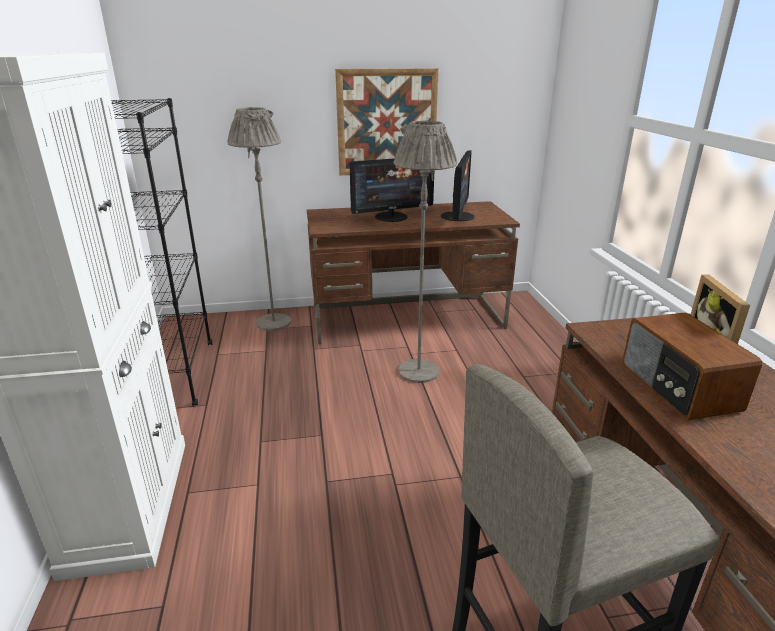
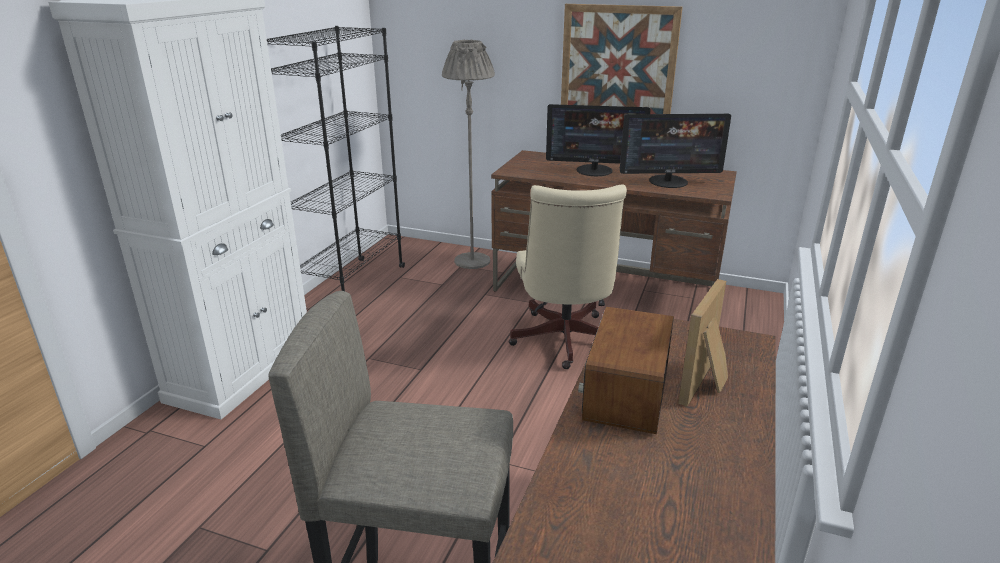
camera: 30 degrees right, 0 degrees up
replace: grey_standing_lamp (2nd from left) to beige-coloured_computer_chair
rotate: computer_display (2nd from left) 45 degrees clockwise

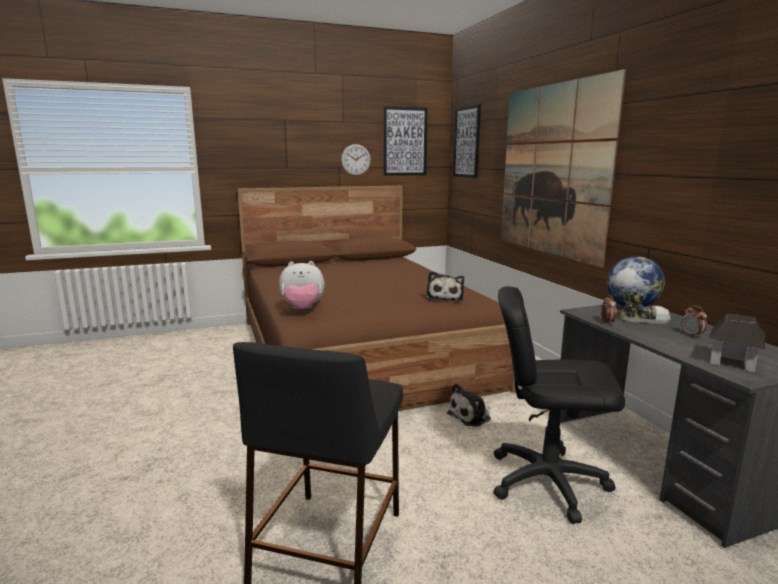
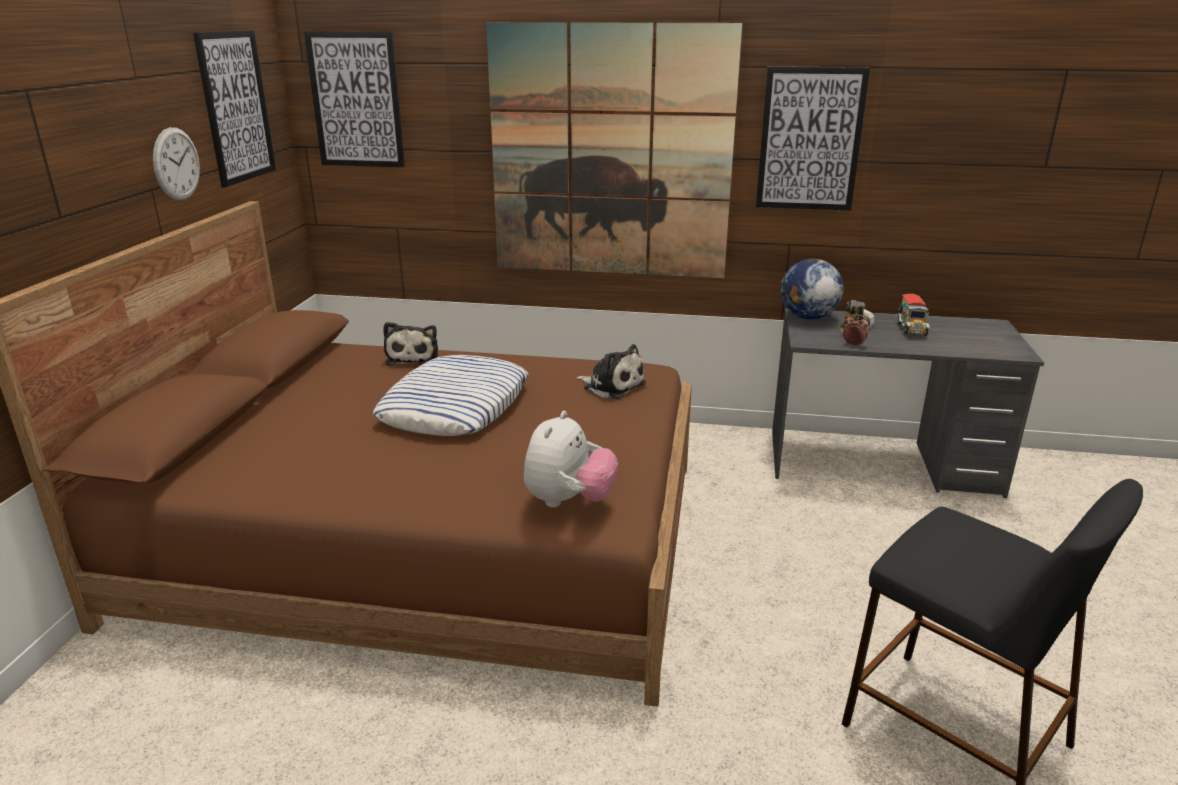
camera: 60 degrees left, 10 degrees up
delete: black-coloured_computer_chair; miniature_house
insert: cushion; wall_art (4th from left)
move: cuddly_toy (3rd from left in the first image) to cuddly_toy (1st from left)
replace: bedside_clock (2nd from left) to toy_truck

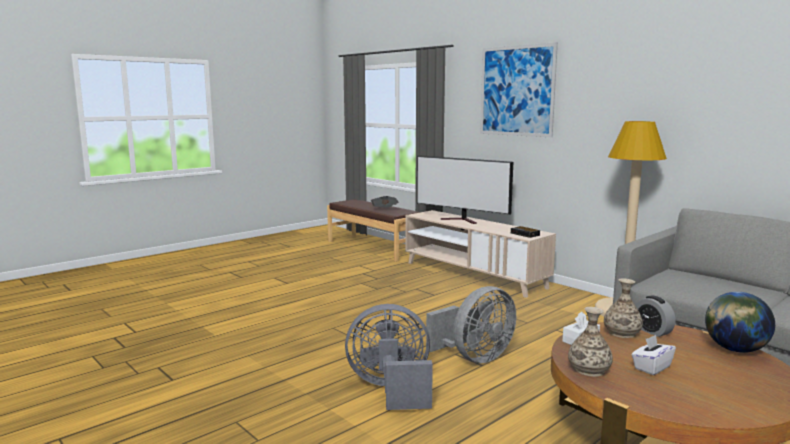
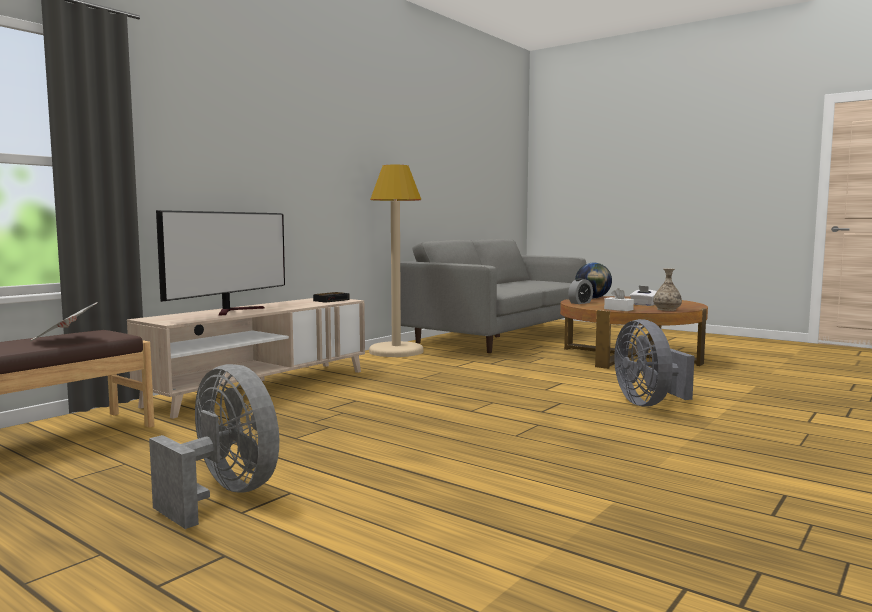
camera: 100 degrees left, 5 degrees down
delete: wall_art; vase (2nd from left)
move: grey_fan (2nd from left in the first image) to grey_fan (1st from left)

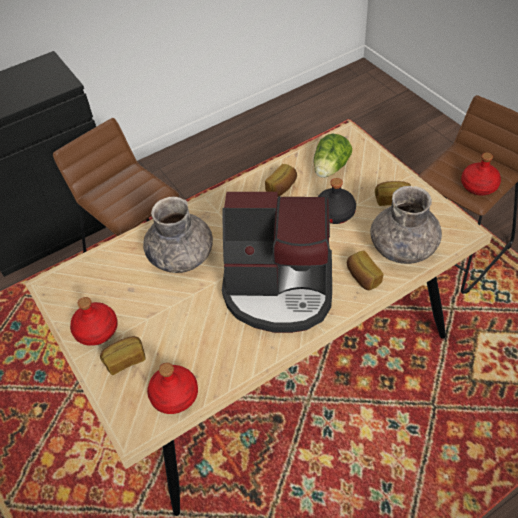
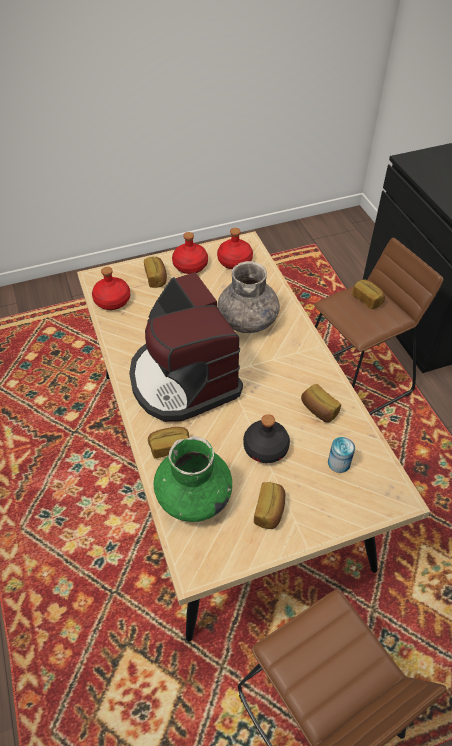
camera: 100 degrees right, 0 degrees up
insert: bread (5th from left)
move: red-coloured_drink_bottle (3rd from left)
replace: lettuce to sealed_can
recolor: grey_vase (2nd from left) to green_vase
rotate: coffee_machine 45 degrees counterclockwise

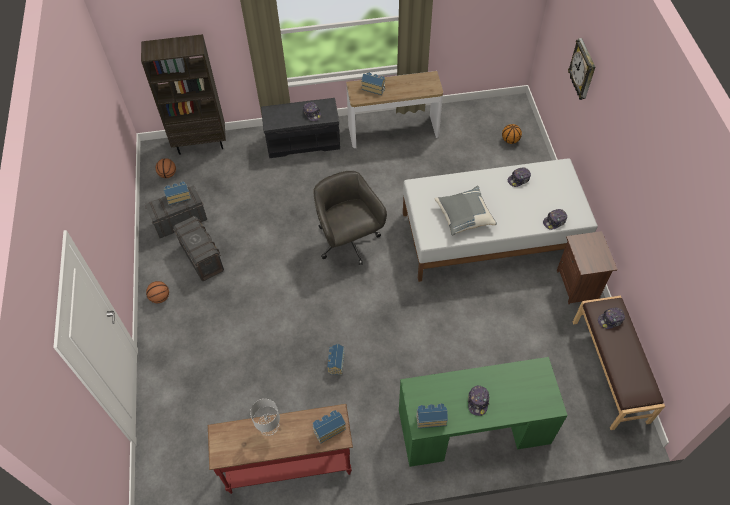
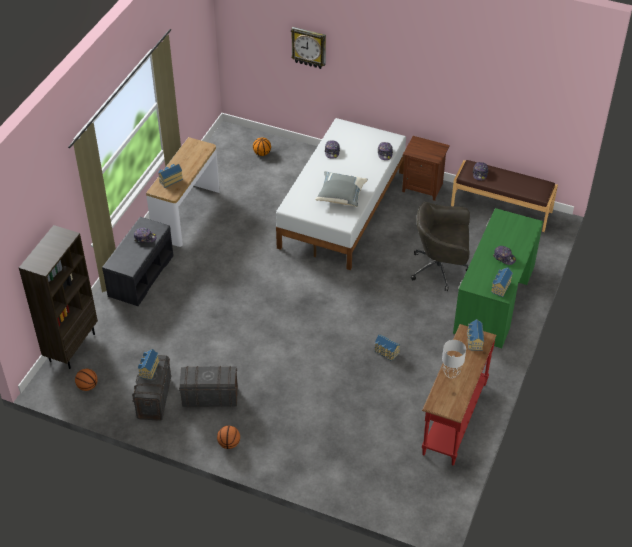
camera: 60 degrees left, 10 degrees down
move: grey_computer_chair

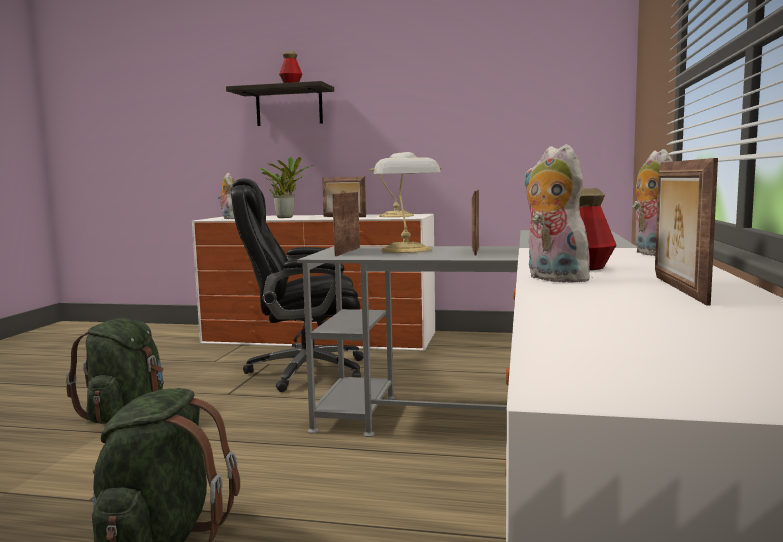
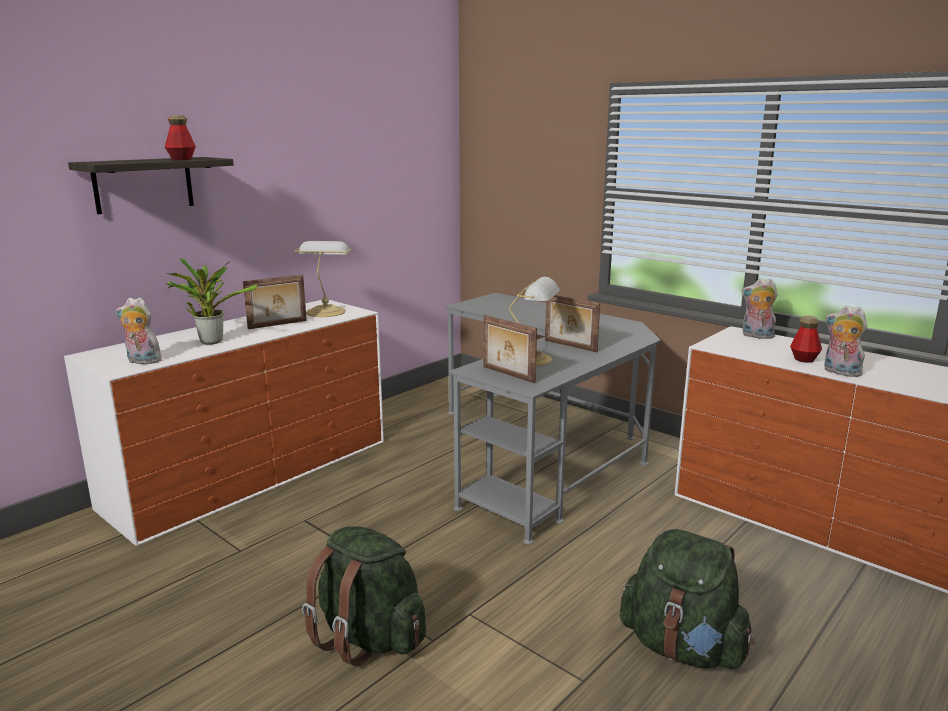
camera: 60 degrees left, 10 degrees up
delete: black-coloured_computer_chair; picture_frame (4th from left)
rotate: cuddly_toy (2nd from left in the first image) 45 degrees clockwise

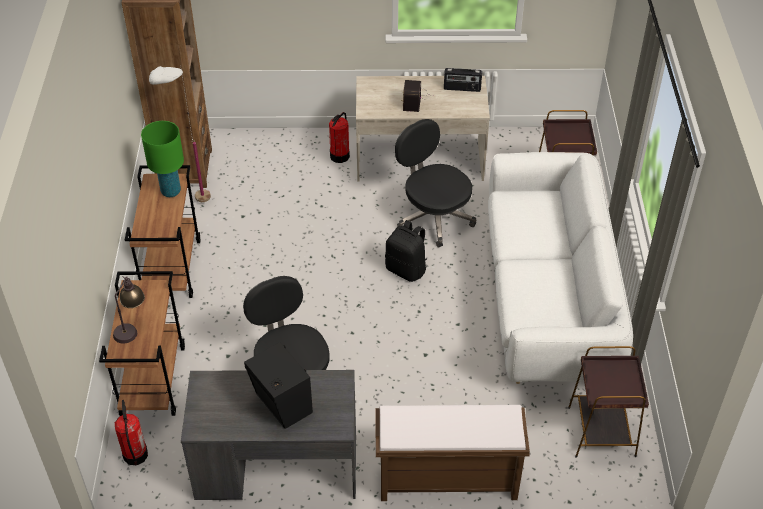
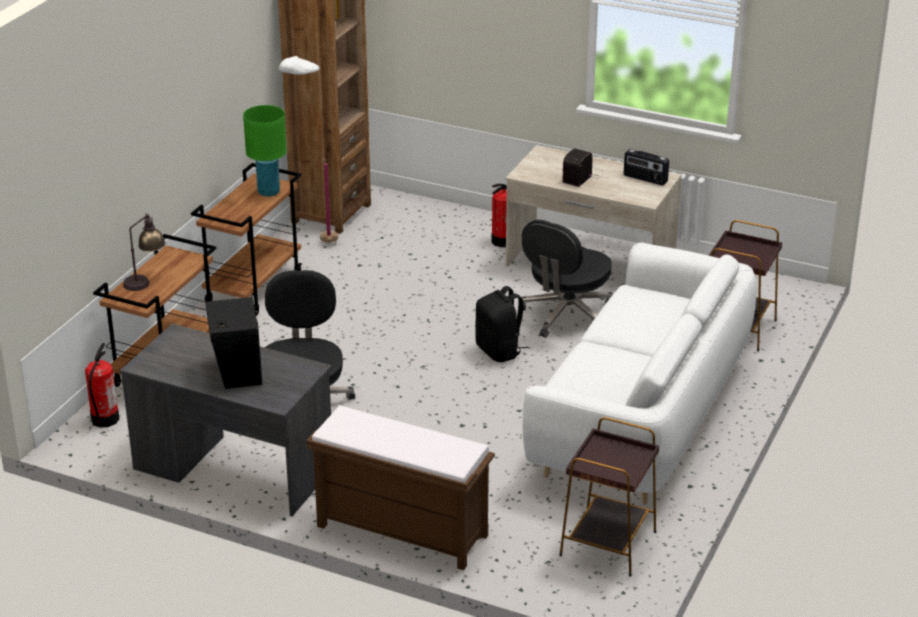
camera: 25 degrees right, 15 degrees down
rotate: black-coloured_computer_chair (2nd from left) 135 degrees counterclockwise

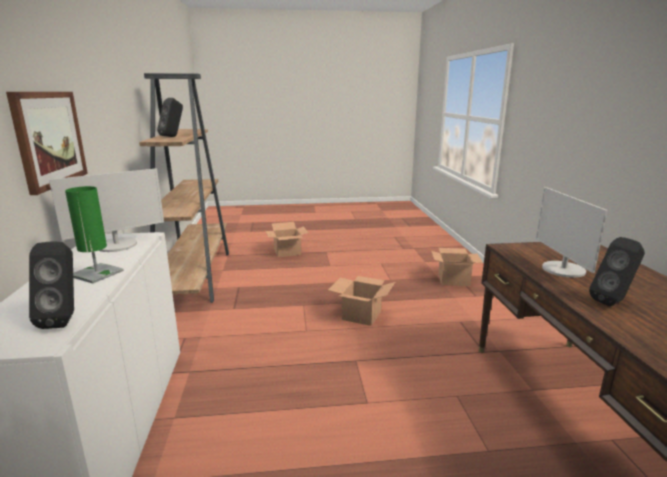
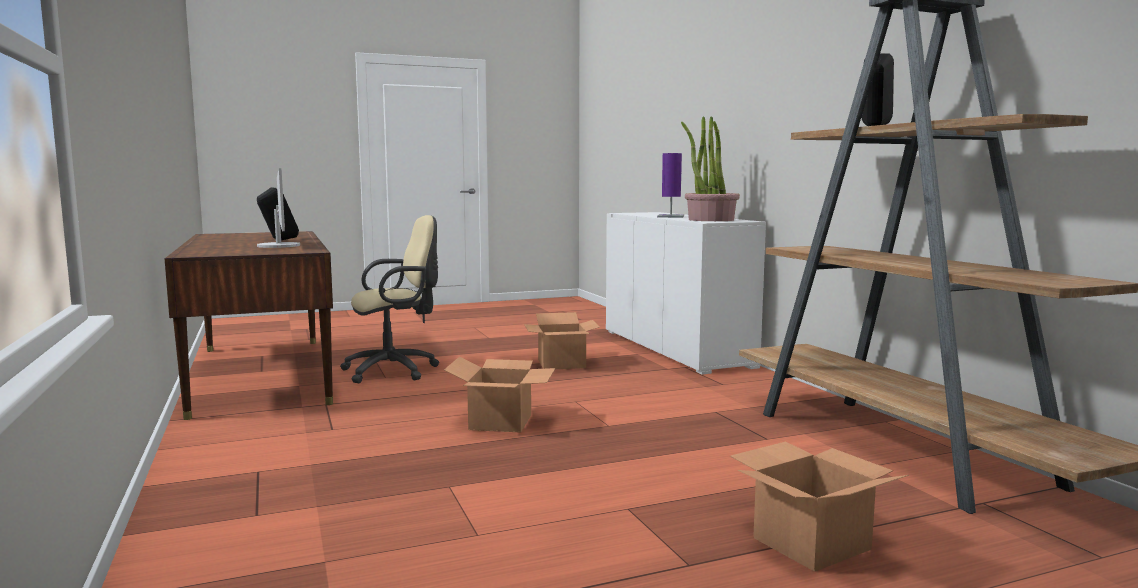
camera: 165 degrees right, 10 degrees down
delete: wall_art; black-coloured_audio_speaker (1st from left)
insert: beige-coloured_computer_chair
move: cardboard_box (3rd from left in the first image) to cardboard_box (2nd from left)
replace: computer_display (1st from left) to potted_plant
recolor: green_table_lamp to purple-coloured_table_lamp

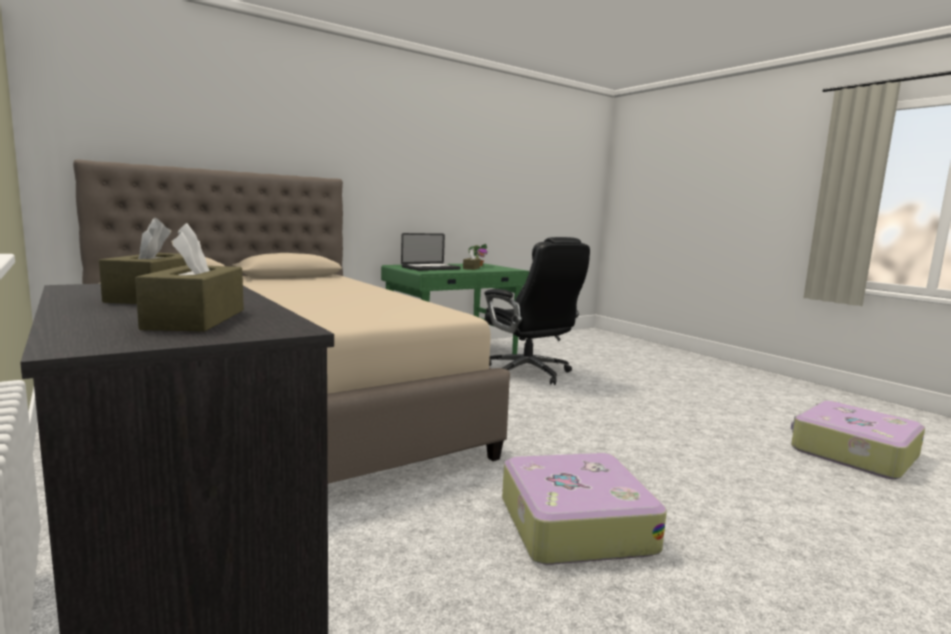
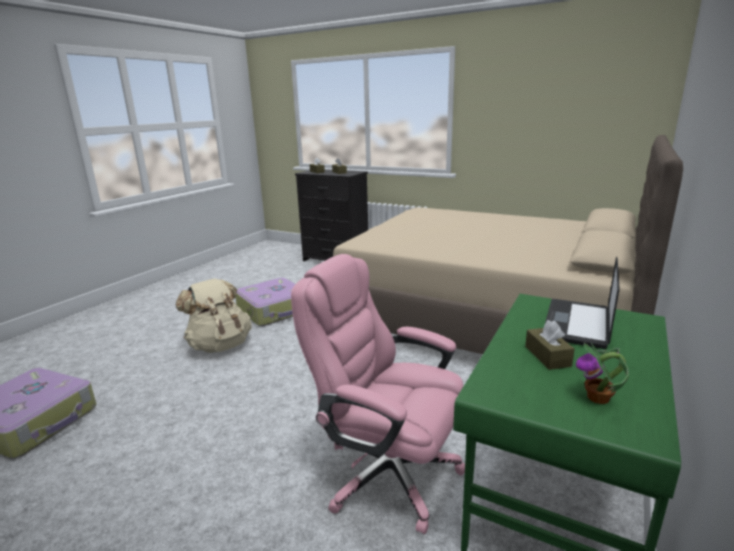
camera: 155 degrees right, 10 degrees up
insert: beige-coloured_knapsack
recolor: black-coloured_computer_chair to pink-coloured_computer_chair

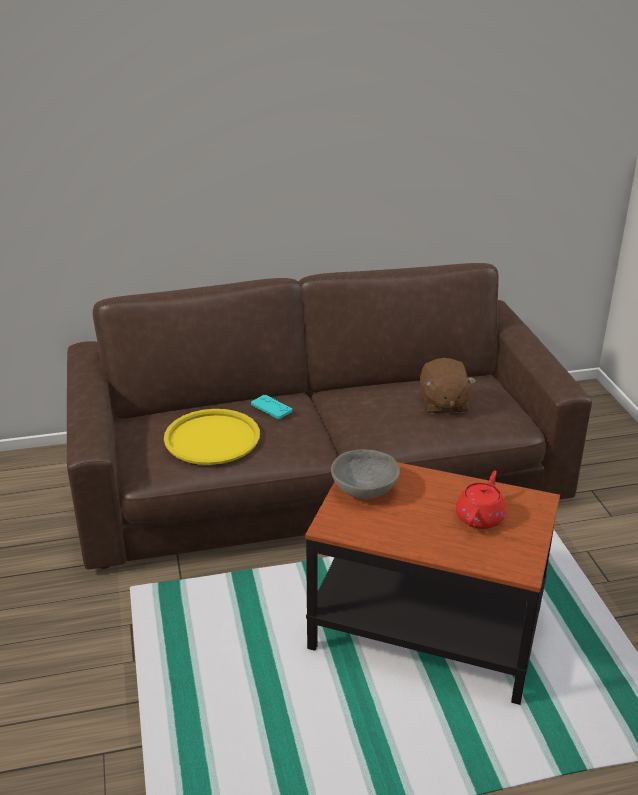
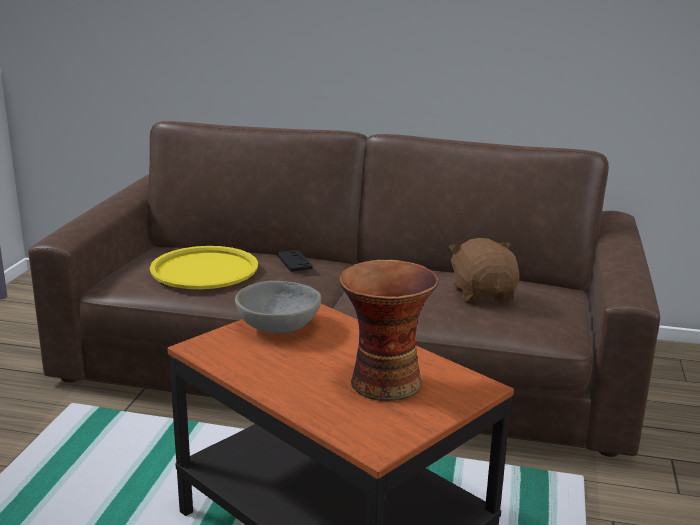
camera: 25 degrees right, 10 degrees down
replace: red-coloured_pot_for_tea to vase
recolor: blue-green_game_controller to black-coloured_game_controller
rotate: brown_cuddly_toy 150 degrees clockwise

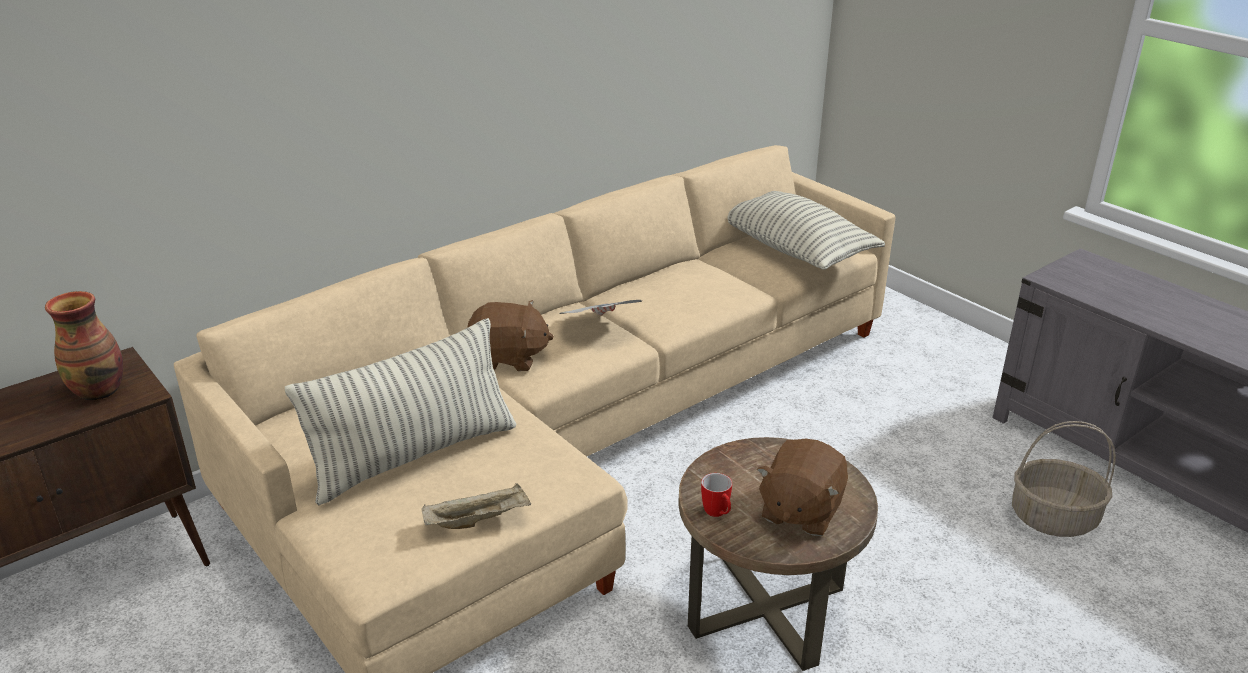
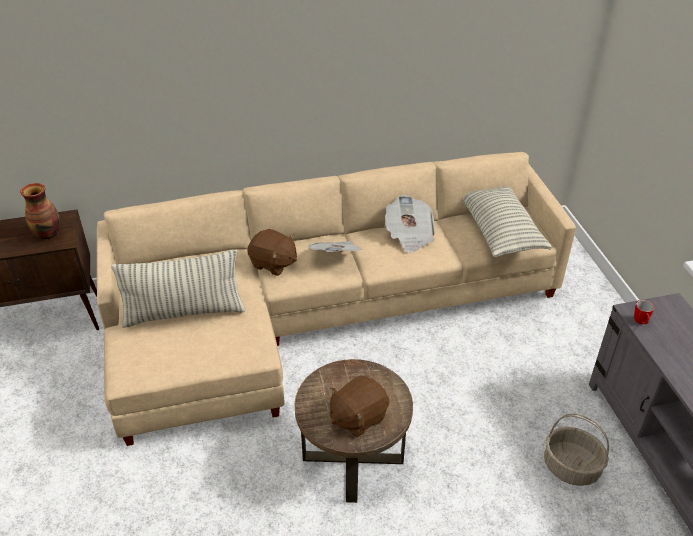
camera: 25 degrees right, 10 degrees up
delete: beige-coloured_serving_tray
insert: printed_paper (2nd from left)
move: tea_mug

